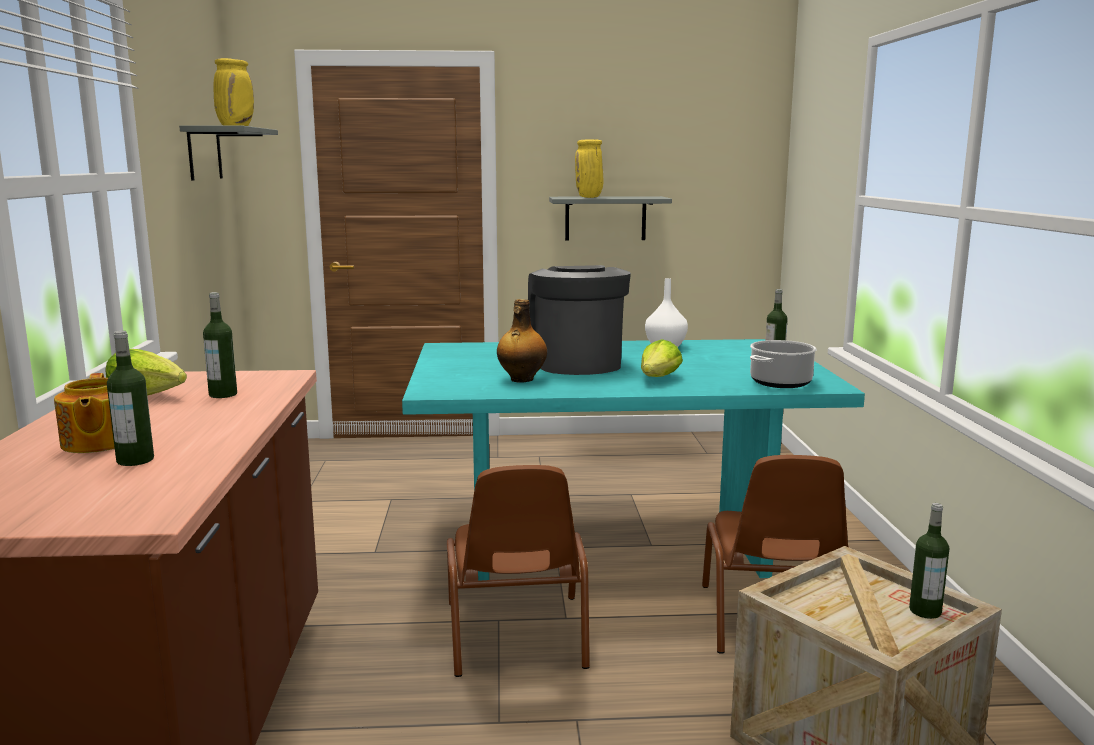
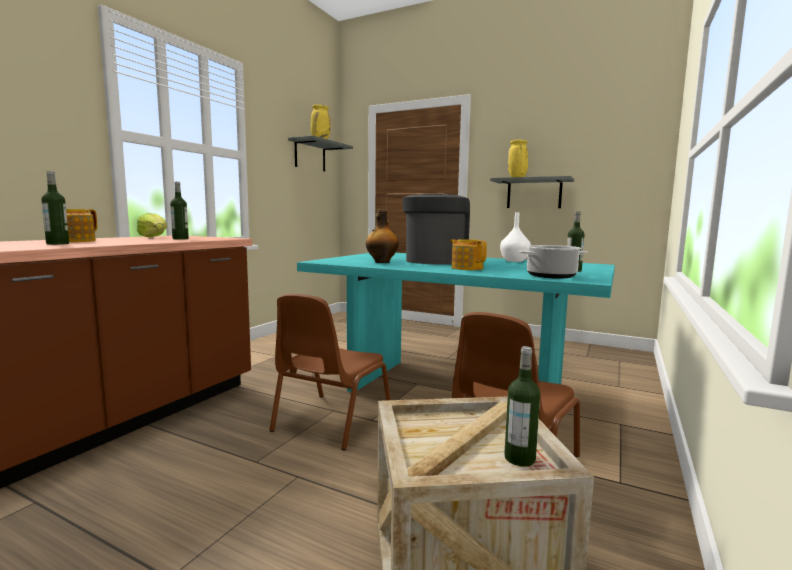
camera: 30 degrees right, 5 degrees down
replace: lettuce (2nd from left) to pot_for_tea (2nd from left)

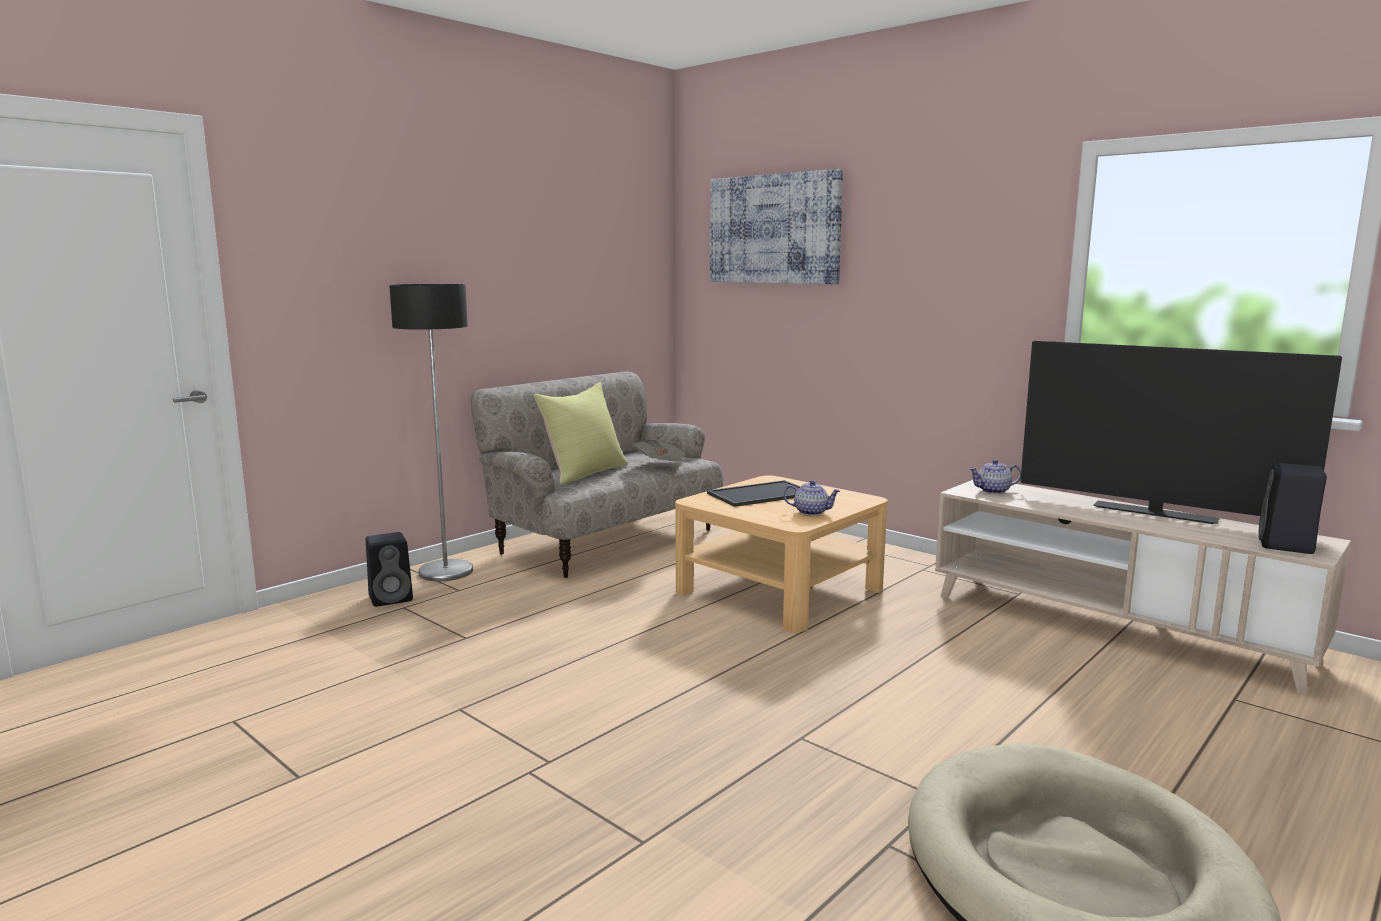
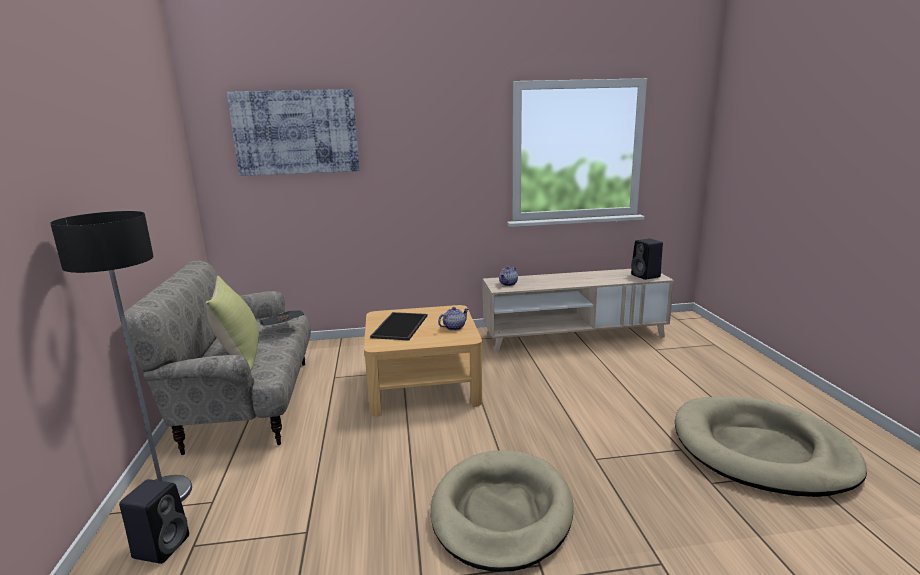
camera: 50 degrees left, 5 degrees up
delete: television
insert: beige-coloured_dog_bed (1st from left)

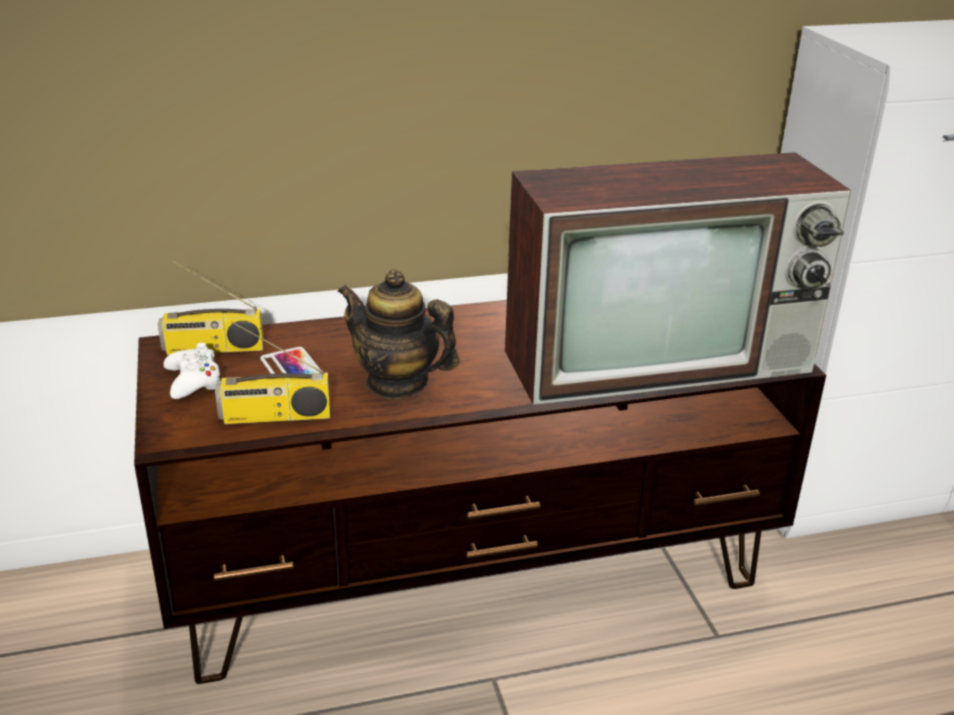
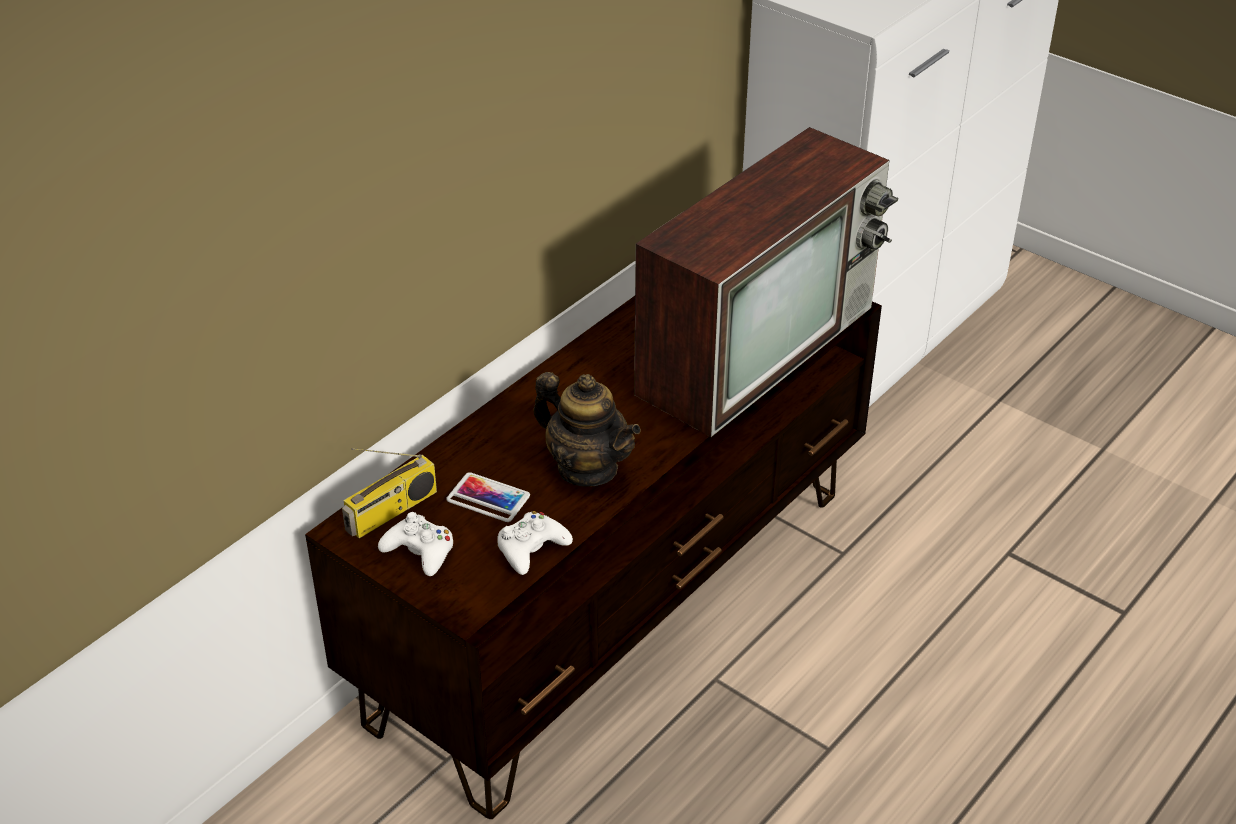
camera: 35 degrees left, 10 degrees up
replace: radio_set (2nd from left) to whitish_game_controller (2nd from left)
rotate: pot_for_tea 135 degrees counterclockwise

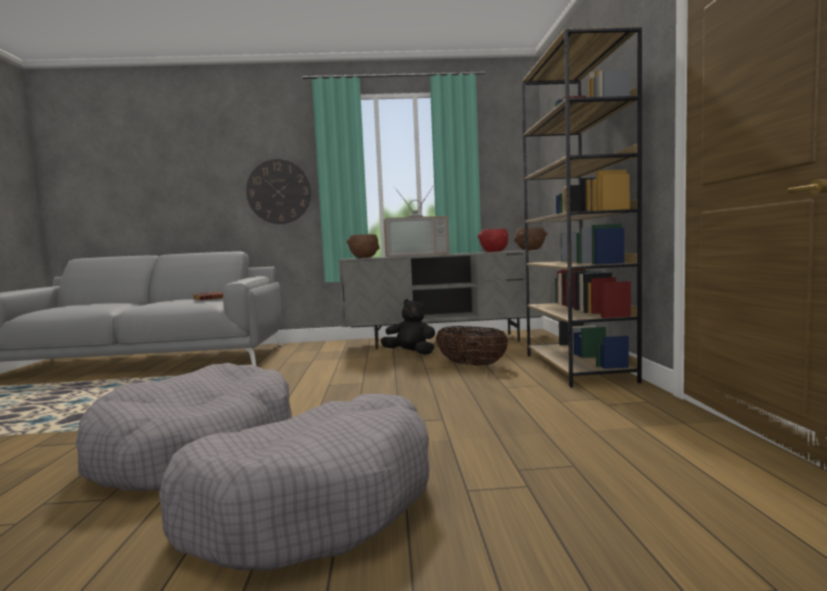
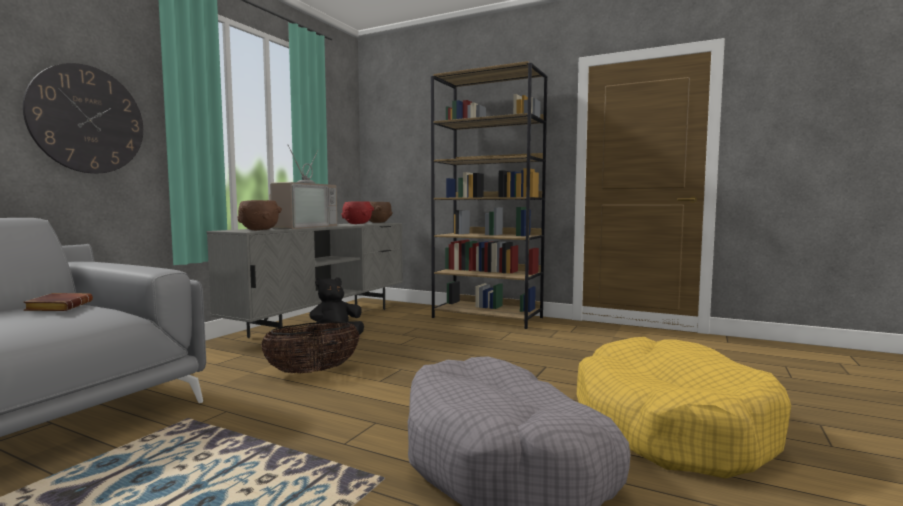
camera: 60 degrees left, 0 degrees up
move: household_basket
recolor: grey_dog_bed (2nd from left) to yellow_dog_bed

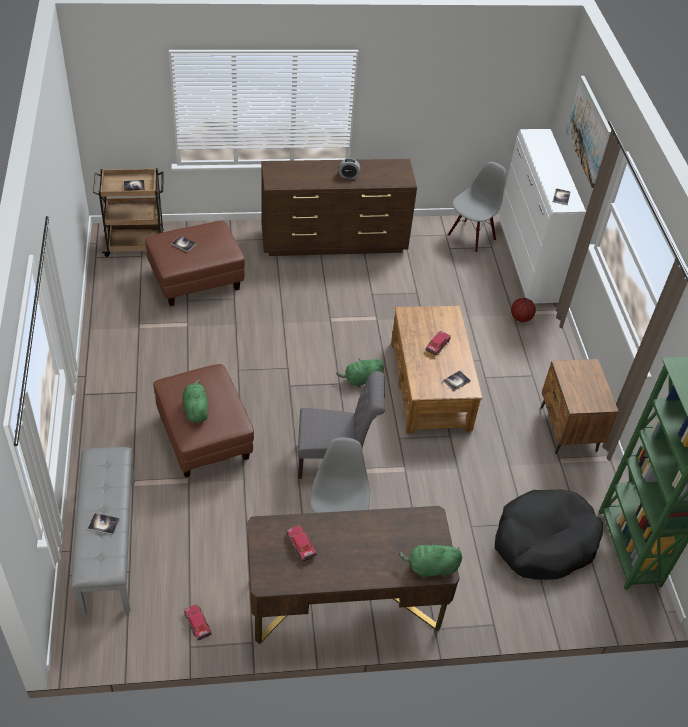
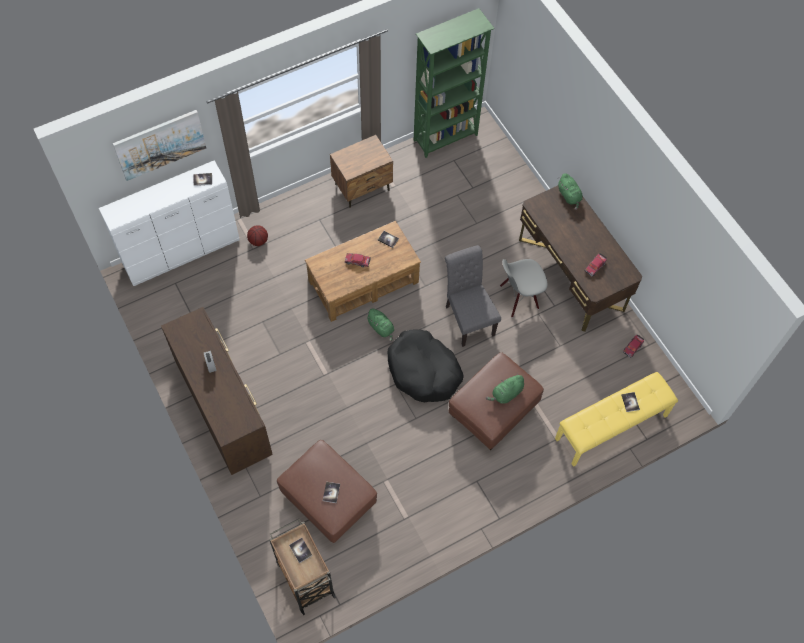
camera: 110 degrees left, 15 degrees up
delete: grey_upright_chair (3rd from left)
move: black-coloured_dog_bed
recolor: grey_long_seat to yellow_long_seat

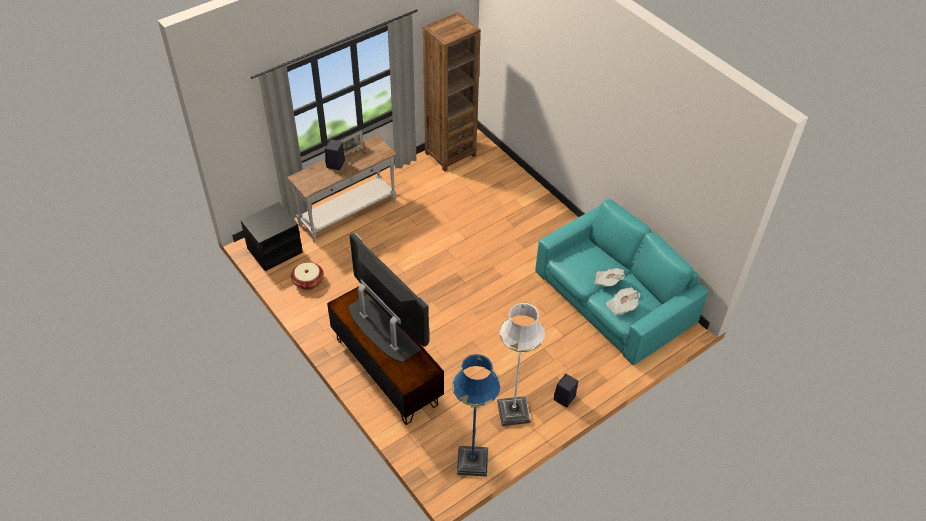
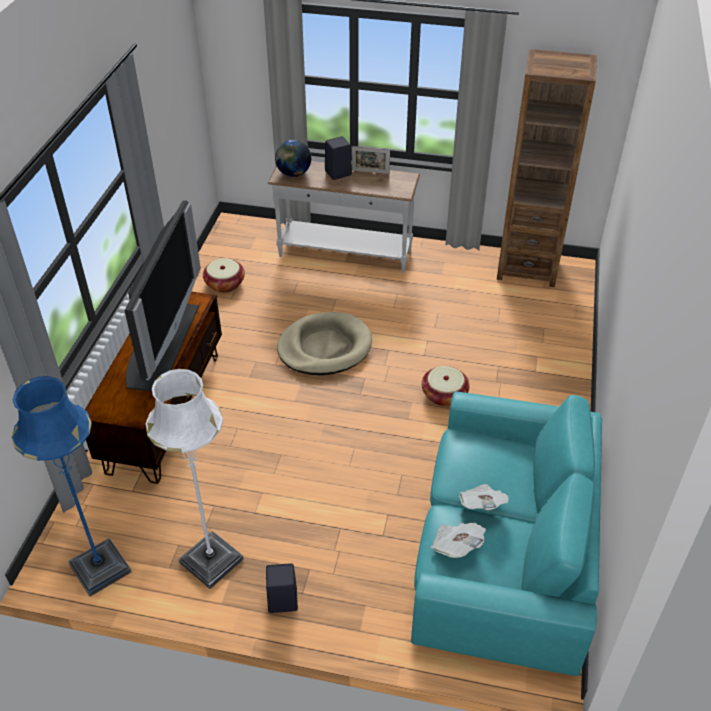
camera: 50 degrees right, 5 degrees down
delete: black-coloured_nightstand
insert: desk_globe; beige-coloured_dog_bed; household_basket (2nd from left)

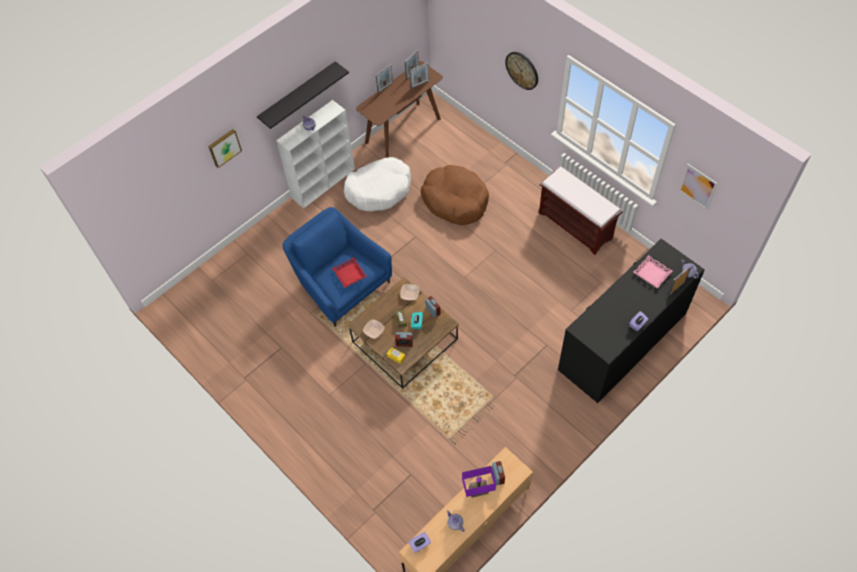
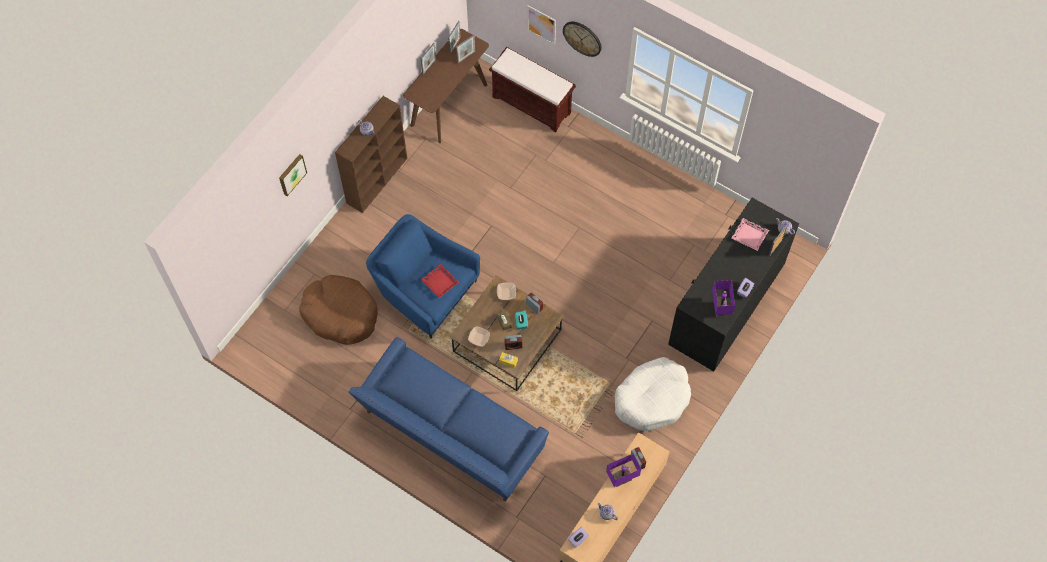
camera: 15 degrees left, 5 degrees up
delete: black-coloured_shelf
insert: blue-coloured_couch; purple-coloured_table_lamp (2nd from left)
move: brown_dog_bed; brown_long_seat; wall_art (2nd from left); whitish_dog_bed
recolor: whitish_bookshelf to brown_bookshelf

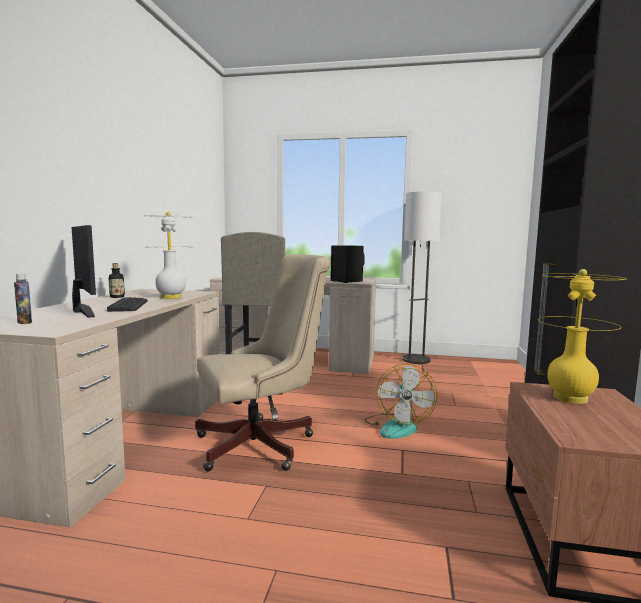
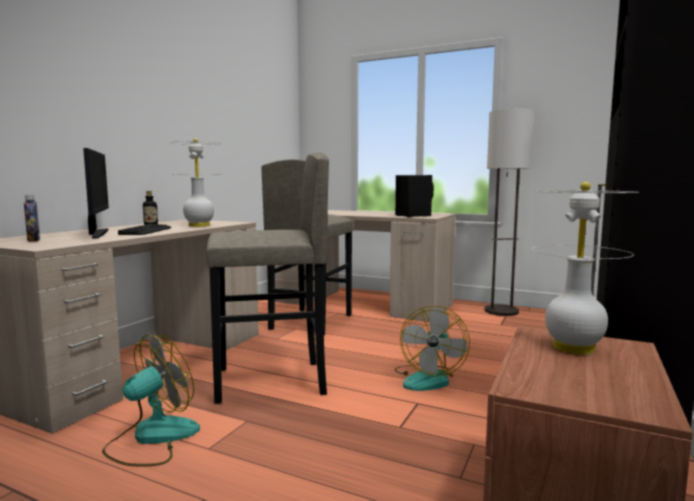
camera: 15 degrees right, 0 degrees up
insert: fan (1st from left)
replace: beige-coloured_computer_chair to grey_stool (1st from left)
recolor: yellow_table_lamp to whitish_table_lamp (2nd from left)

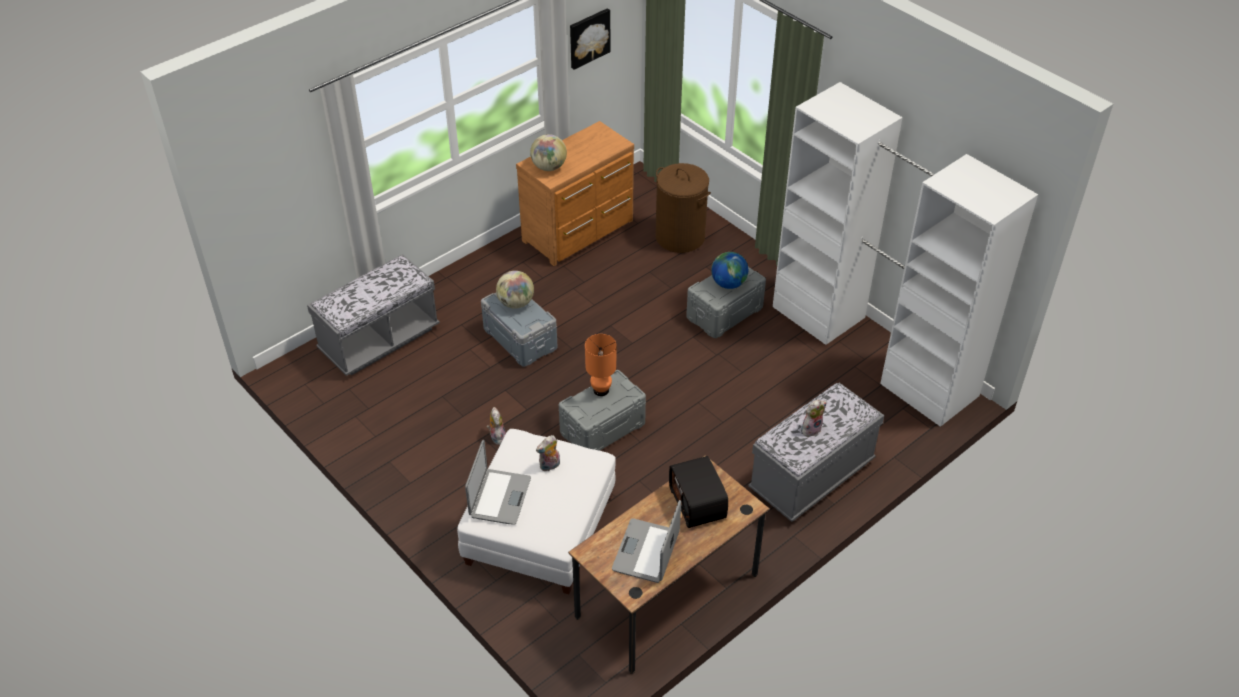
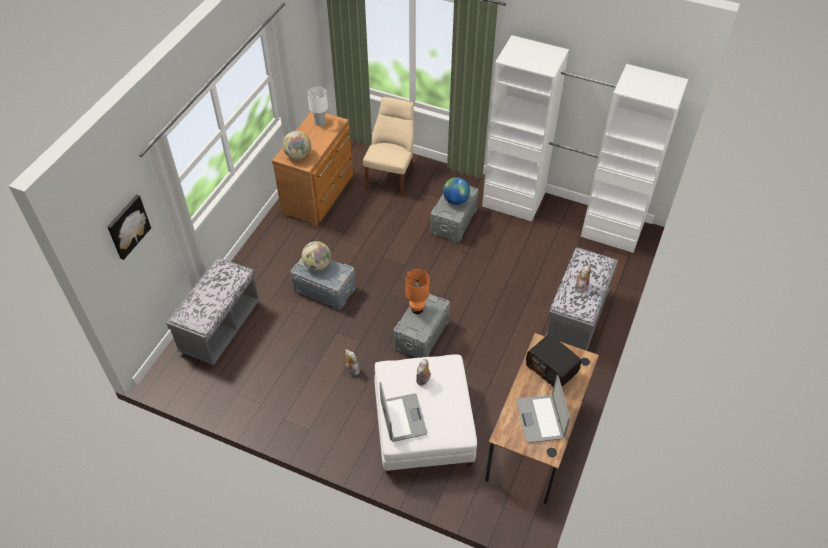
camera: 25 degrees left, 5 degrees up
insert: whitish_table_lamp
move: wall_art
replace: brown_hamper to beige-coloured_upright_chair

